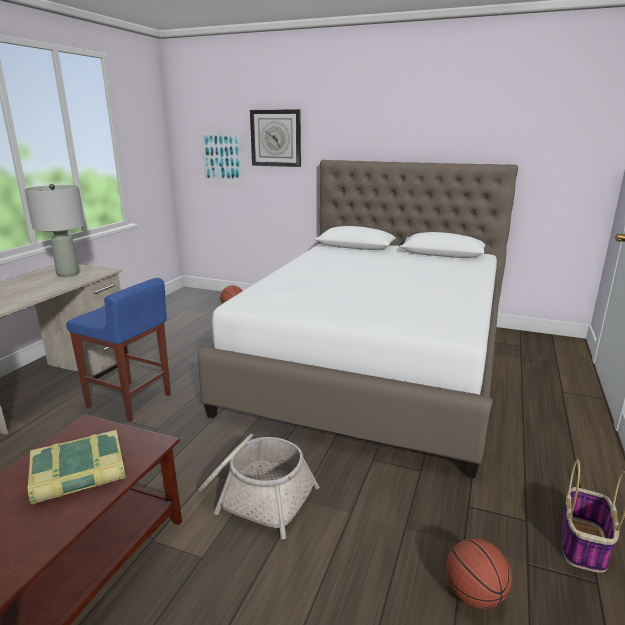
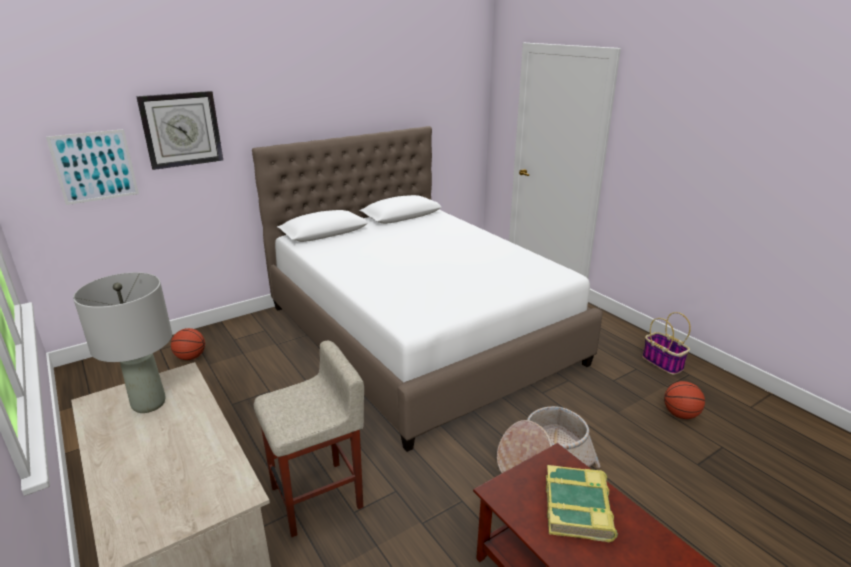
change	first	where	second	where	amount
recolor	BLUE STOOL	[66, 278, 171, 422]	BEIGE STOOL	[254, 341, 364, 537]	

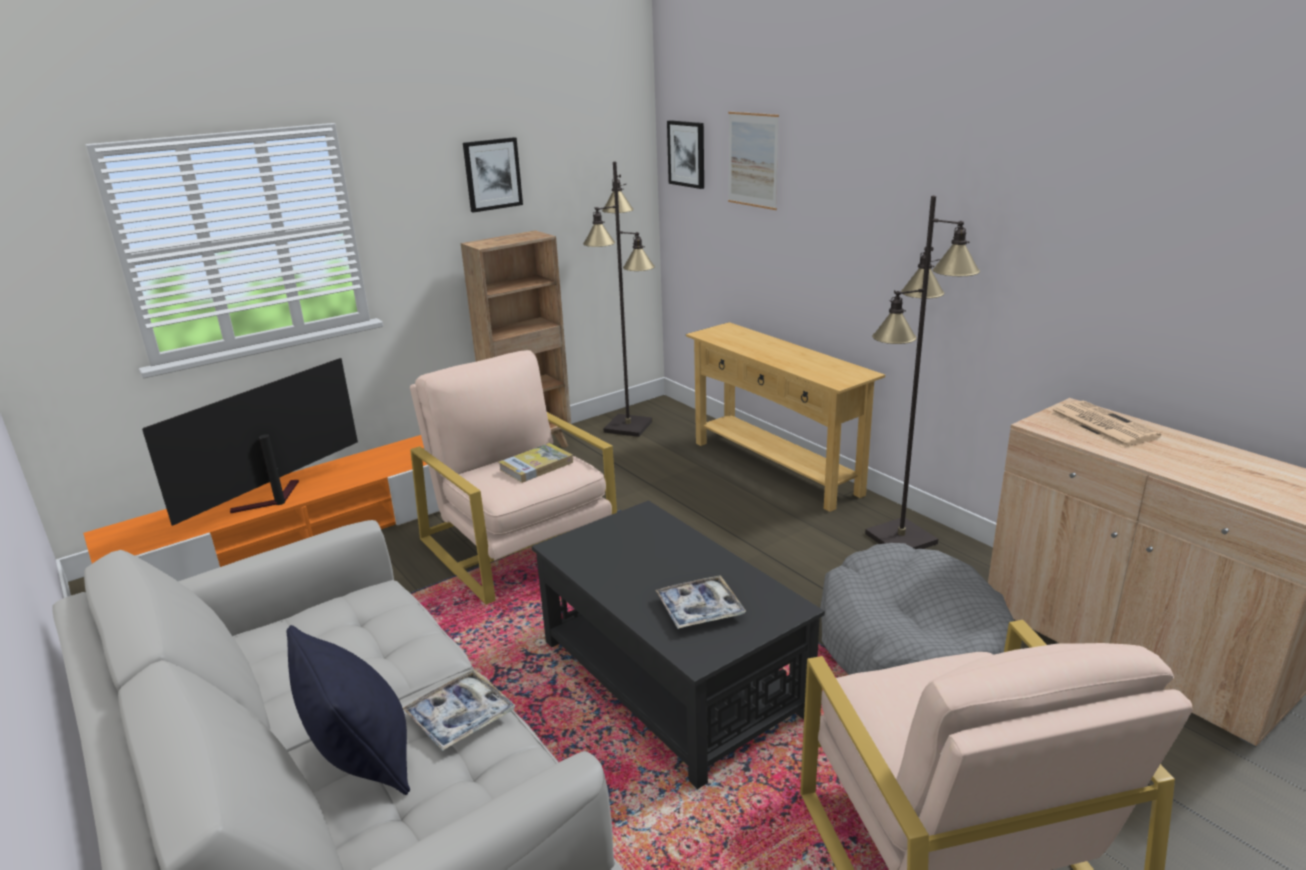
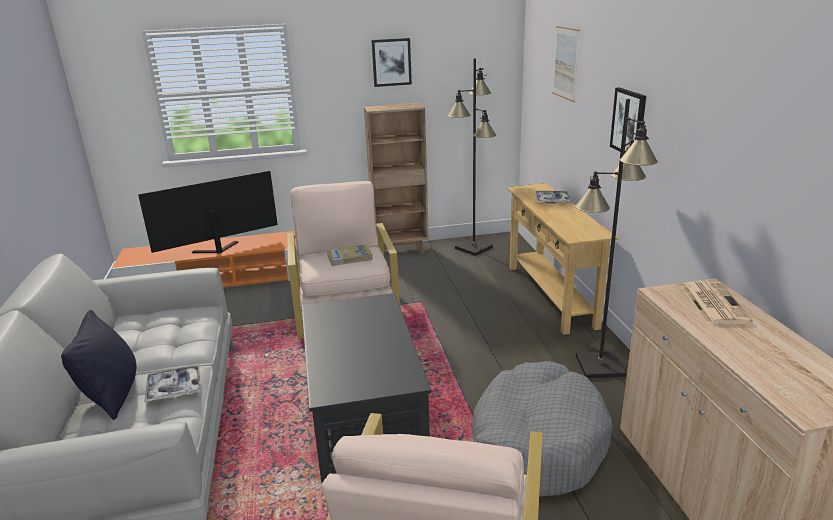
change	first	where	second	where	amount
move	TRAY	[655, 575, 746, 629]		[535, 191, 572, 204]	
move	PICTURE	[667, 120, 704, 189]		[610, 87, 646, 154]	

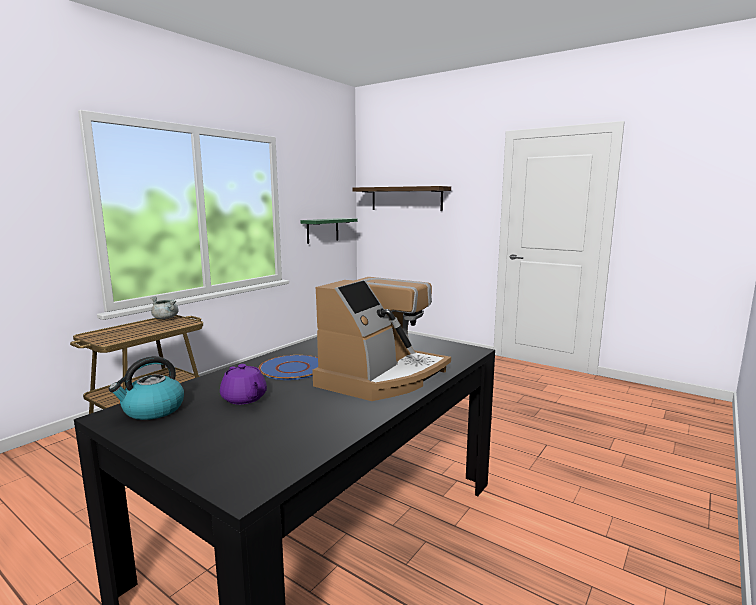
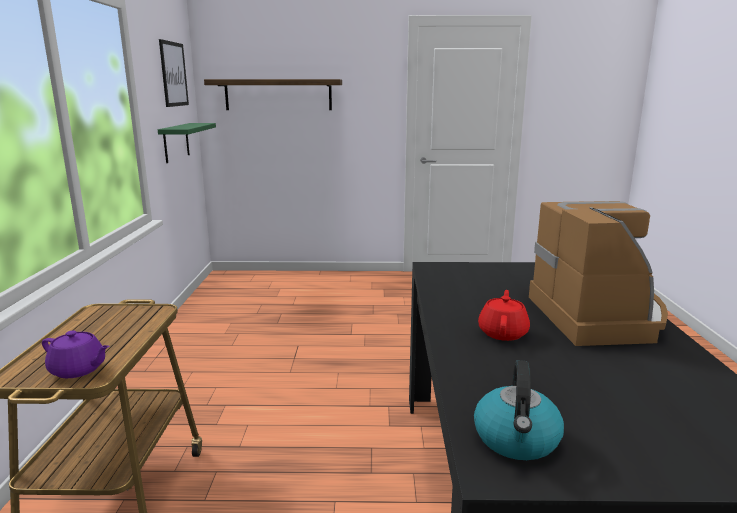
change	first	where	second	where	amount
delete	GREY COOKING POT	[150, 296, 178, 319]			
move	PURPLE TEAPOT	[220, 364, 267, 404]		[42, 331, 110, 378]	
replace	BLUE PLATE	[259, 355, 318, 380]	RED TEAPOT	[478, 290, 530, 341]	
insert			PICTURE	[159, 39, 189, 107]	

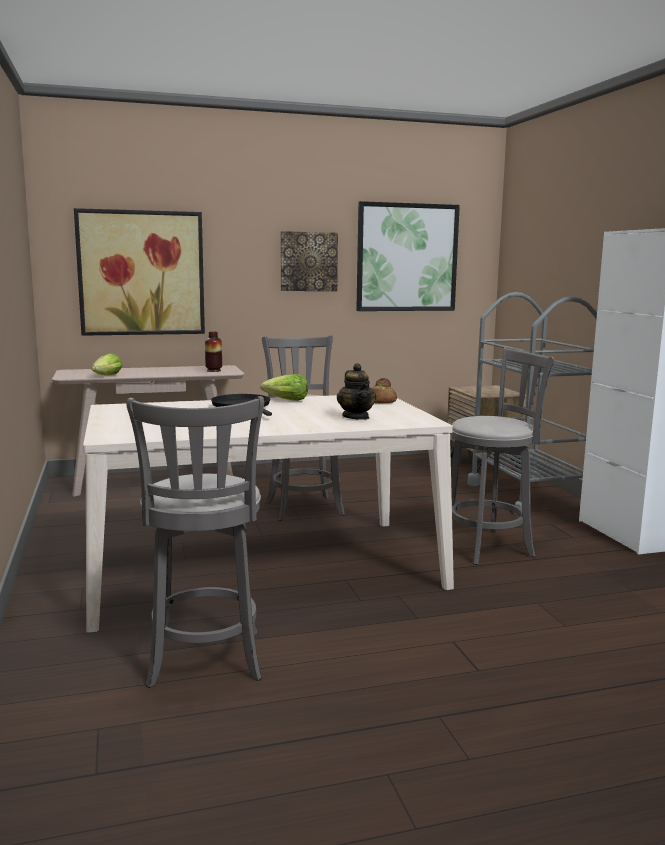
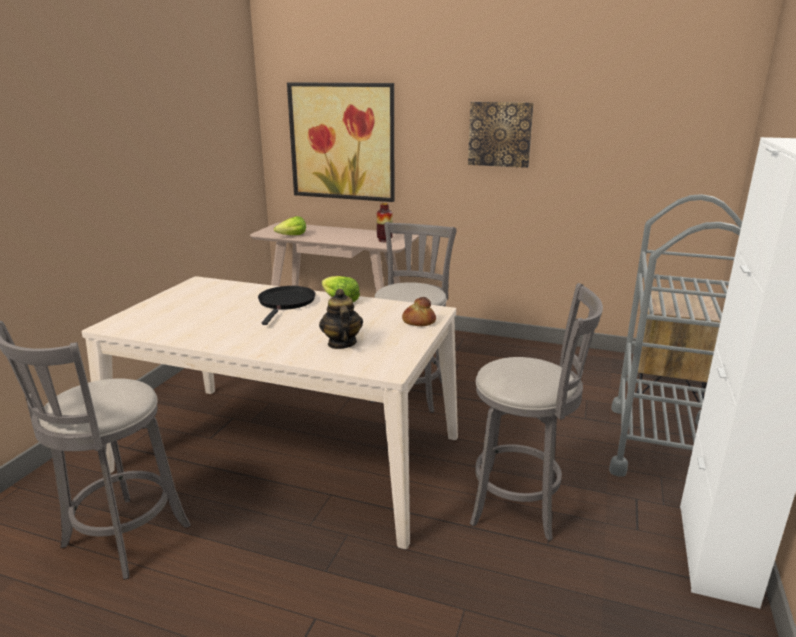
change	first	where	second	where	amount
rotate	TEAPOT	[337, 363, 376, 420]		[319, 289, 363, 349]	150 degrees clockwise
delete	PICTURE	[356, 201, 460, 311]			

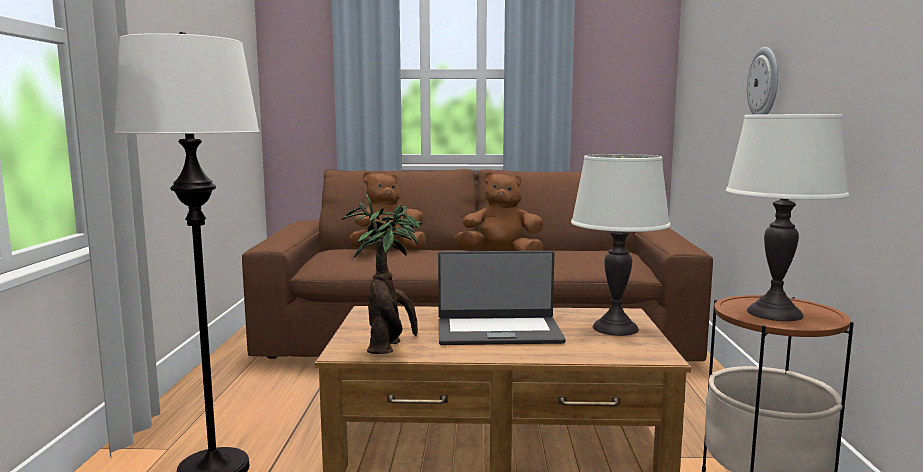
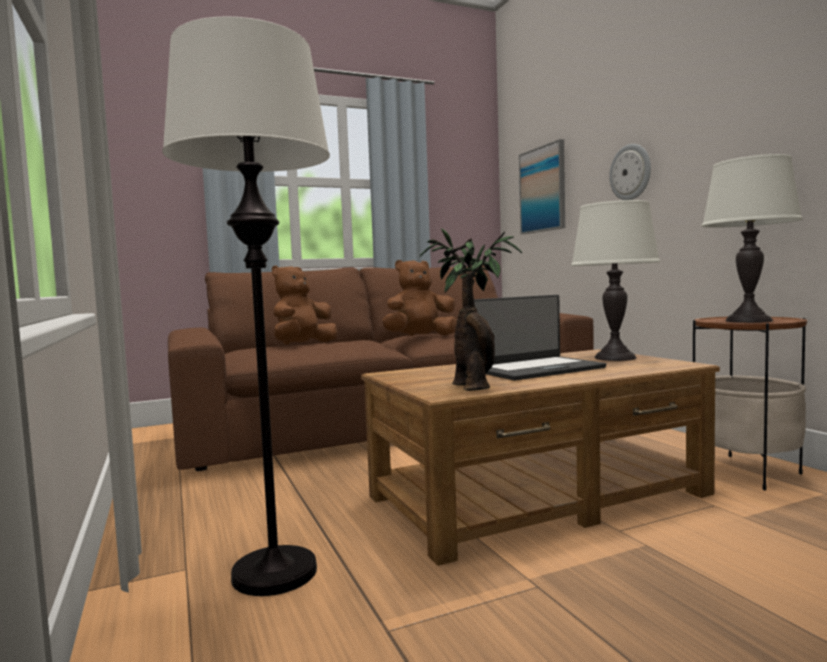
change	first	where	second	where	amount
insert			PICTURE	[519, 139, 565, 234]	

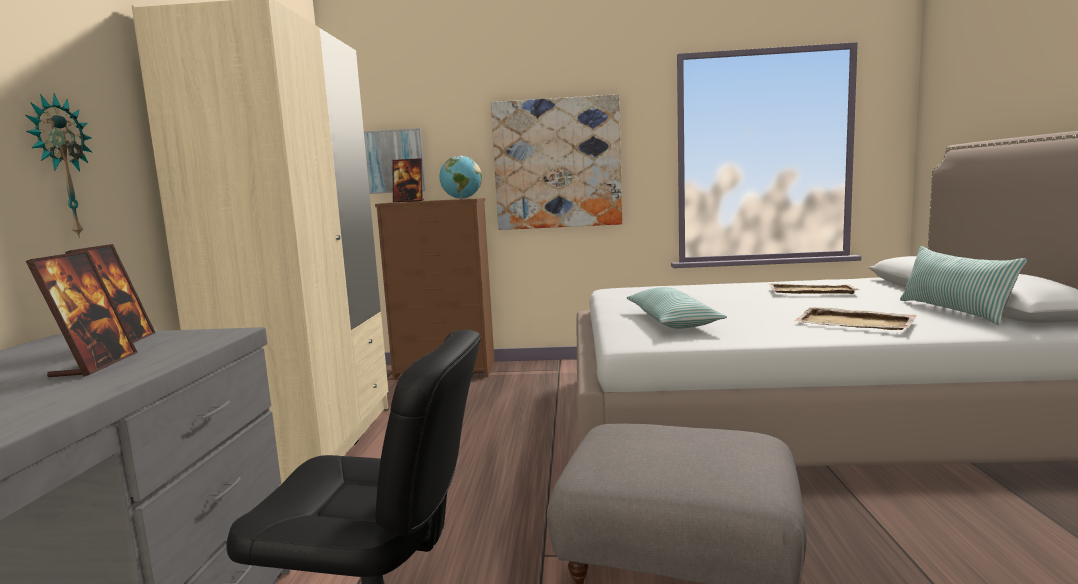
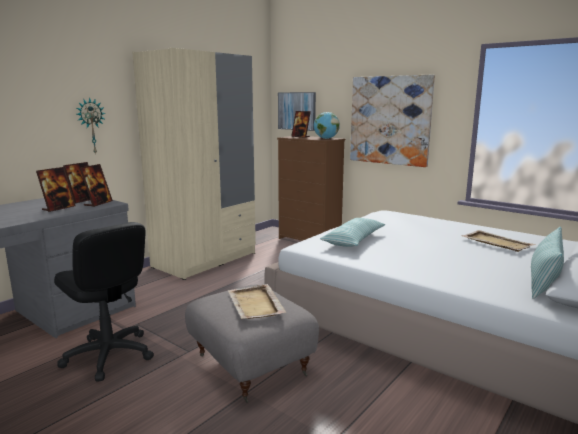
change	first	where	second	where	amount
move	BEIGE TRAY	[794, 307, 917, 330]		[228, 284, 286, 319]	
insert			PICTURE FRAME	[79, 164, 113, 207]	

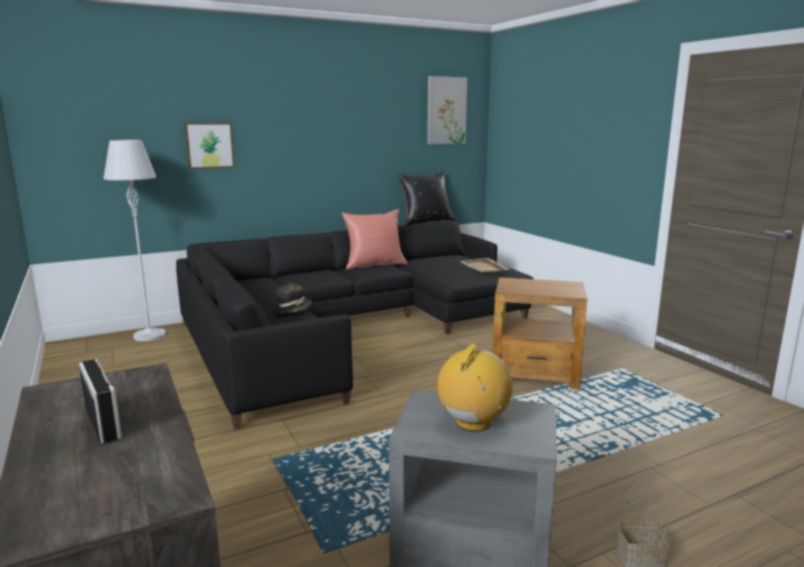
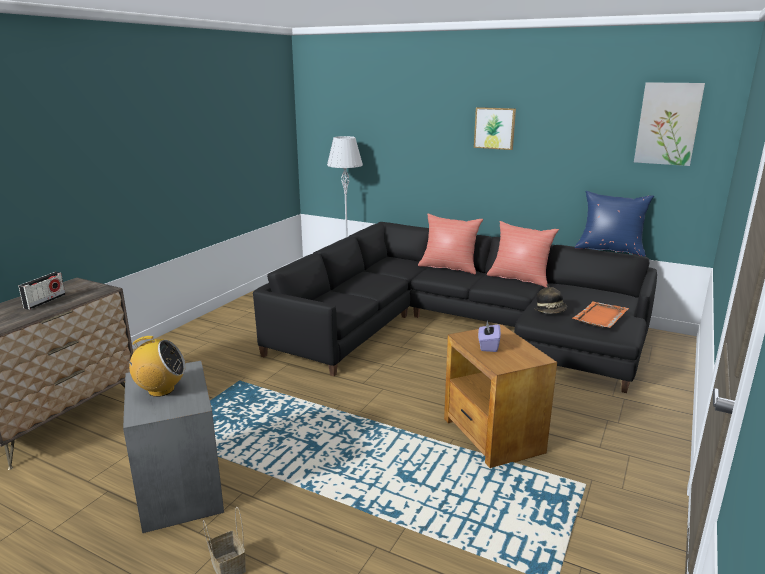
change	first	where	second	where	amount
move	PICTURE	[185, 123, 235, 169]		[474, 107, 516, 150]	
move	HAT	[276, 281, 312, 313]		[535, 284, 567, 314]	
recolor	BLACK PILLOW	[398, 171, 455, 226]	BLUE PILLOW	[575, 191, 654, 257]	
recolor	BEIGE TRAY	[460, 258, 509, 273]	ORANGE TRAY	[572, 301, 629, 328]	
insert			RED PILLOW	[418, 214, 483, 274]	
insert			PURPLE TISSUE BOX	[478, 321, 501, 352]	

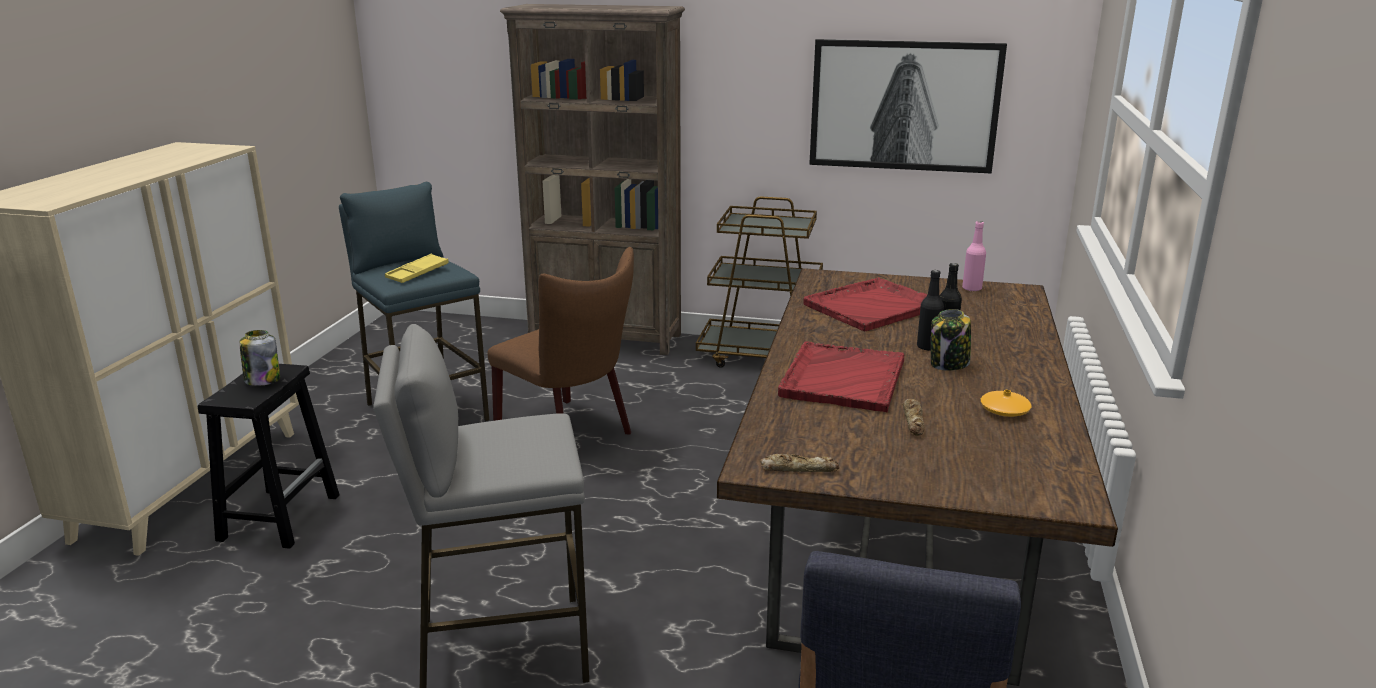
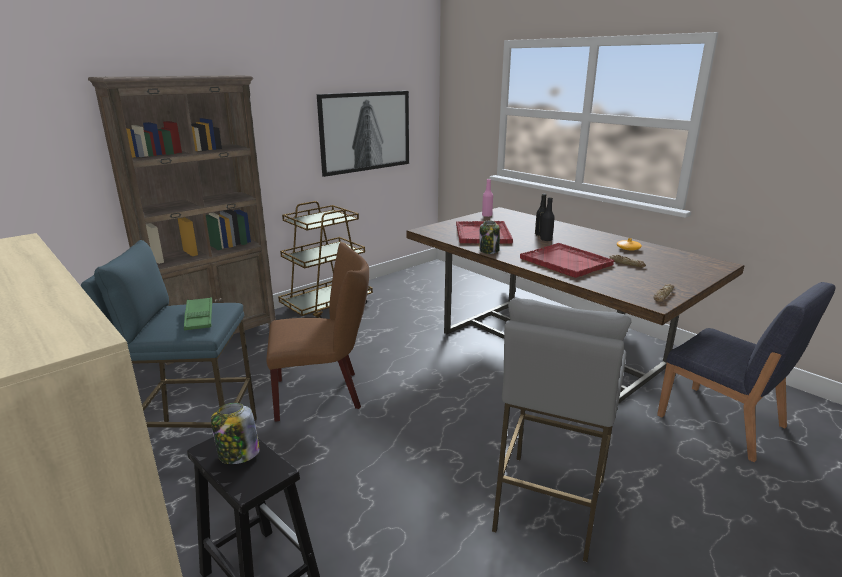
change	first	where	second	where	amount
recolor	YELLOW TRAY	[385, 254, 449, 283]	GREEN TRAY	[184, 297, 212, 330]	
move	JAR	[931, 309, 971, 371]		[480, 220, 500, 254]	

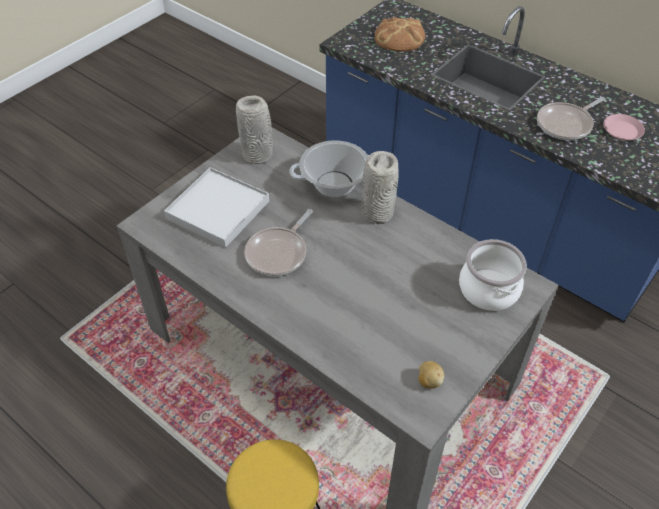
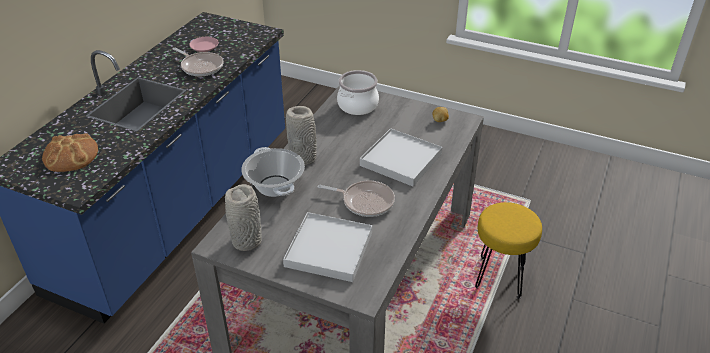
change	first	where	second	where	amount
insert			WHITE TRAY	[360, 128, 442, 186]	

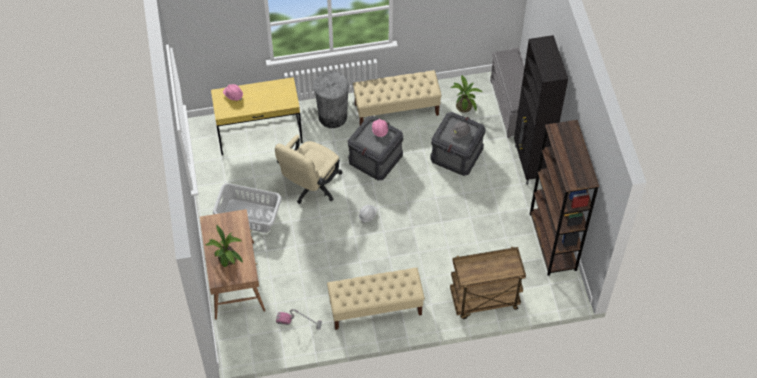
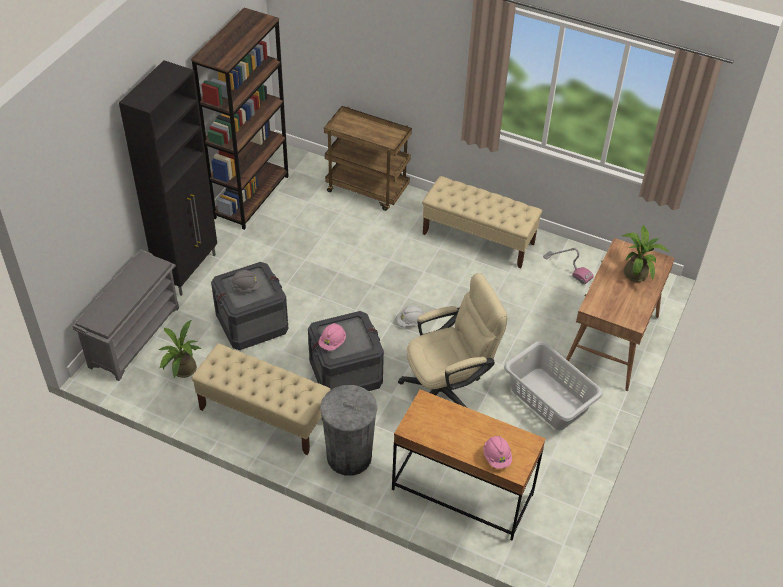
change	first	where	second	where	amount
recolor	YELLOW DESK	[211, 77, 303, 155]	BROWN DESK	[392, 389, 546, 540]	

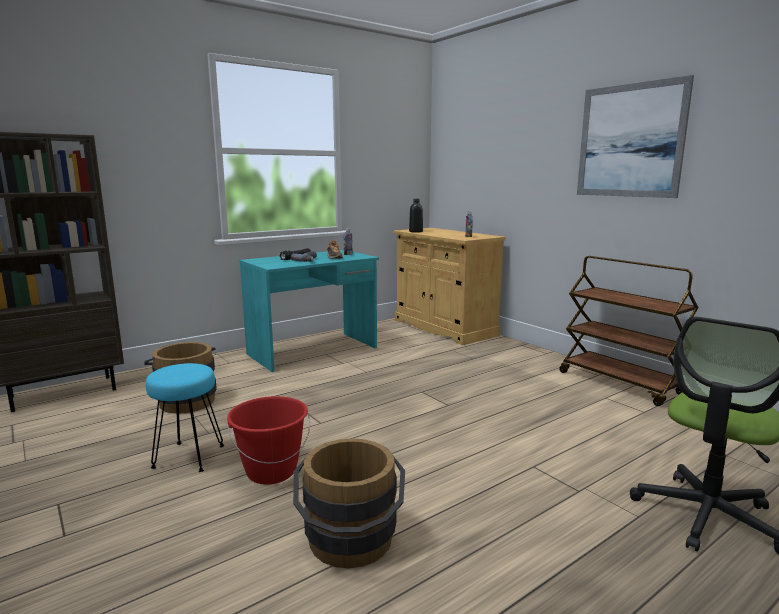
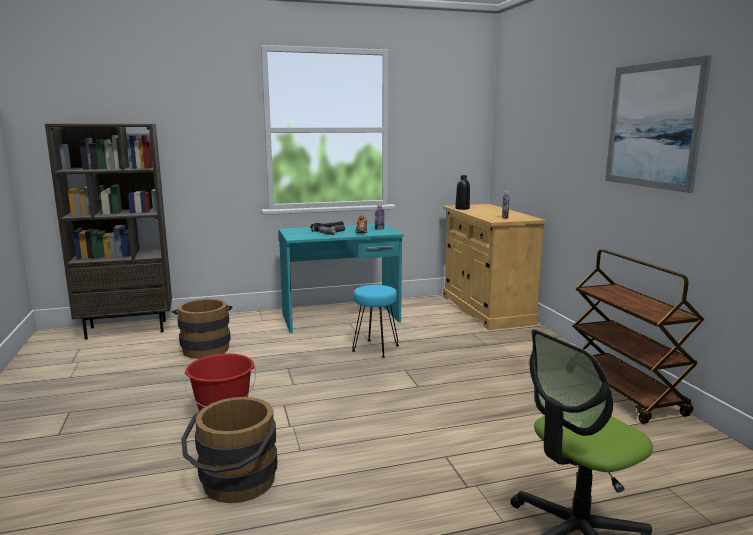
change	first	where	second	where	amount
move	TURQUOISE STOOL	[146, 363, 224, 472]		[352, 285, 399, 358]	

